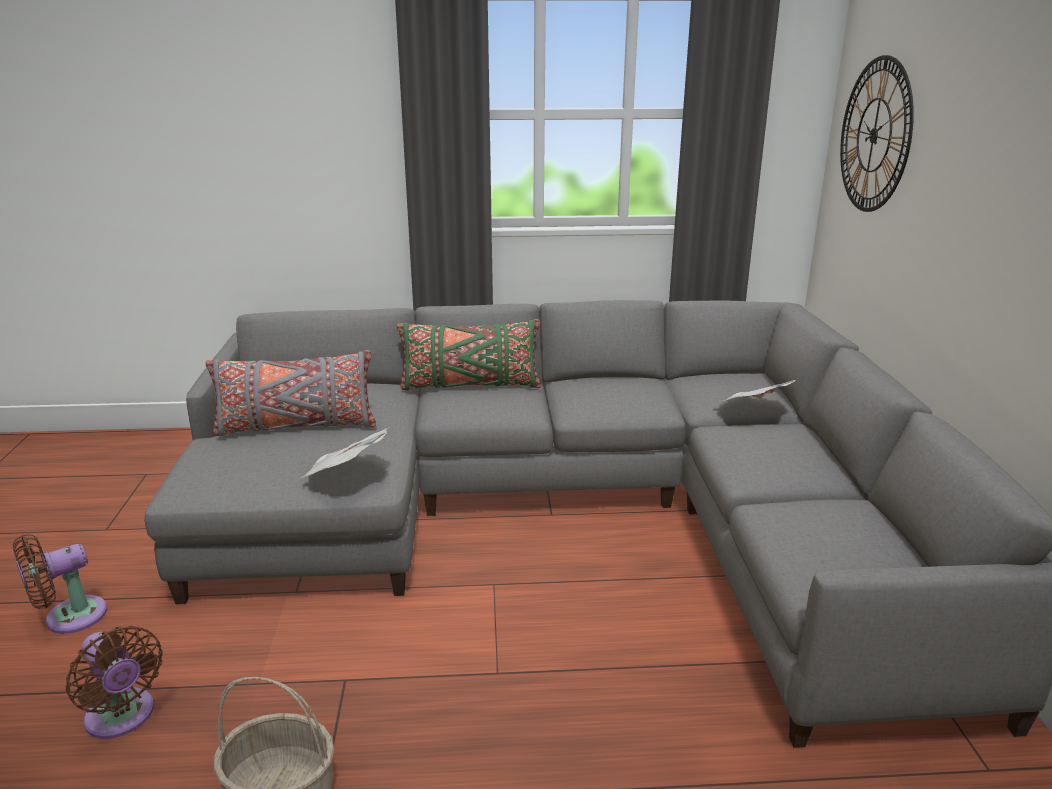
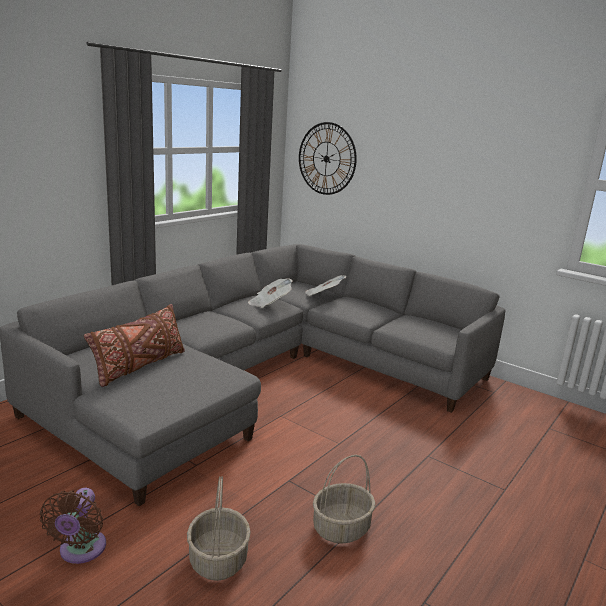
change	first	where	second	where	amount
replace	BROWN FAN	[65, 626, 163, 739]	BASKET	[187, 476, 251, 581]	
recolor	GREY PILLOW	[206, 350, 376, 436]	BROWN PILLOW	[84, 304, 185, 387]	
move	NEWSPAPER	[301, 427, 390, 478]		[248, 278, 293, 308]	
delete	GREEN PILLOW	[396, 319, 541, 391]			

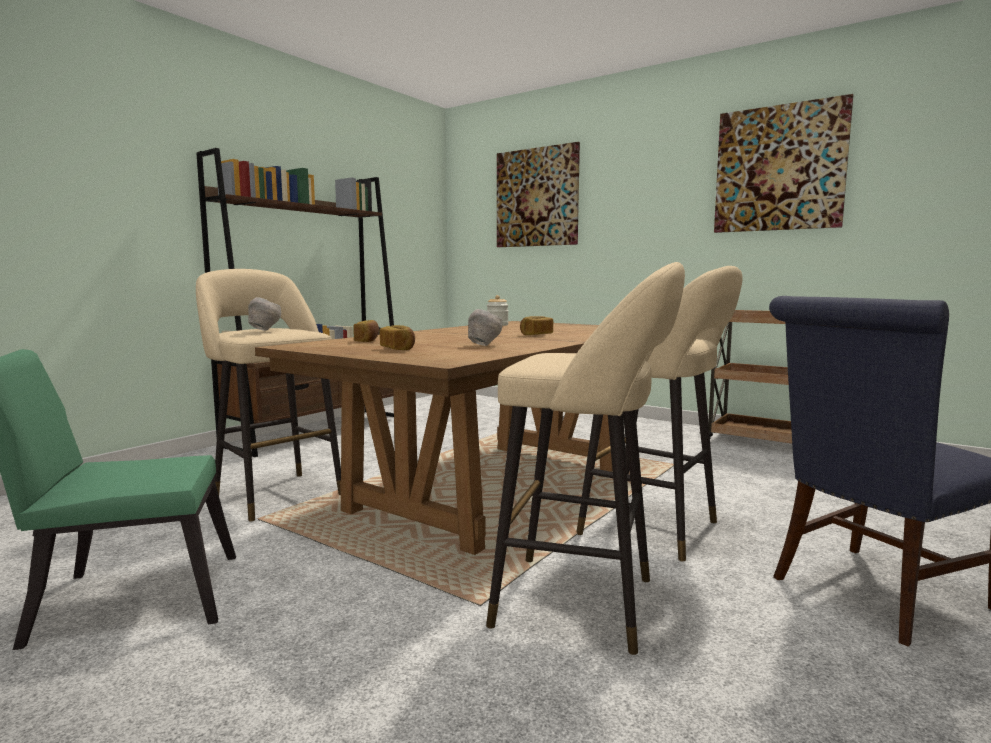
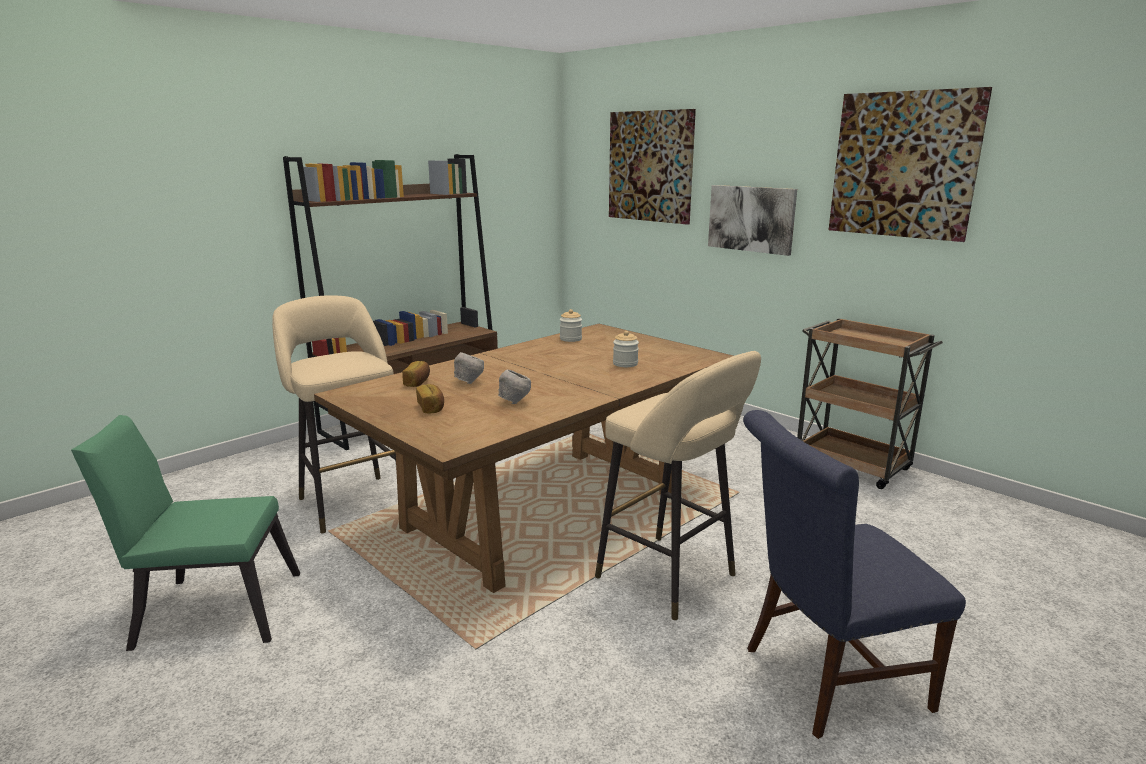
change	first	where	second	where	amount
move	GREY BOWL	[248, 297, 281, 331]		[454, 352, 484, 384]	
delete	BEIGE STOOL	[486, 262, 685, 655]			
delete	BREAD	[520, 316, 553, 335]			
insert			JAR	[613, 331, 639, 367]	
insert			PICTURE	[708, 185, 797, 256]	

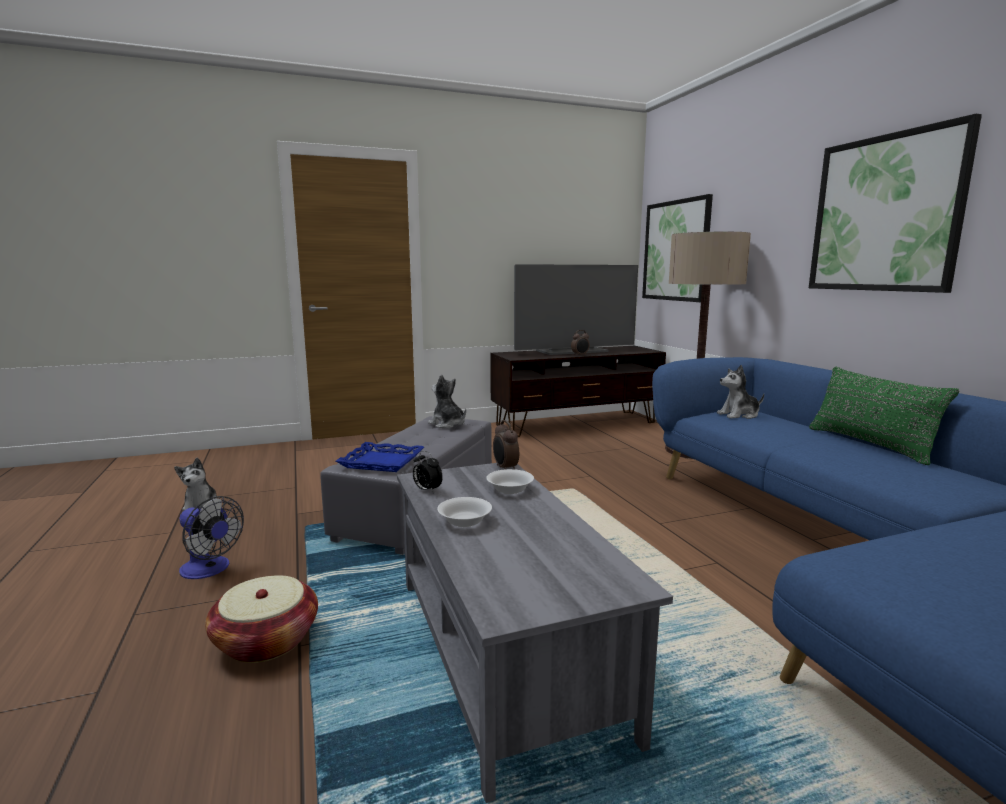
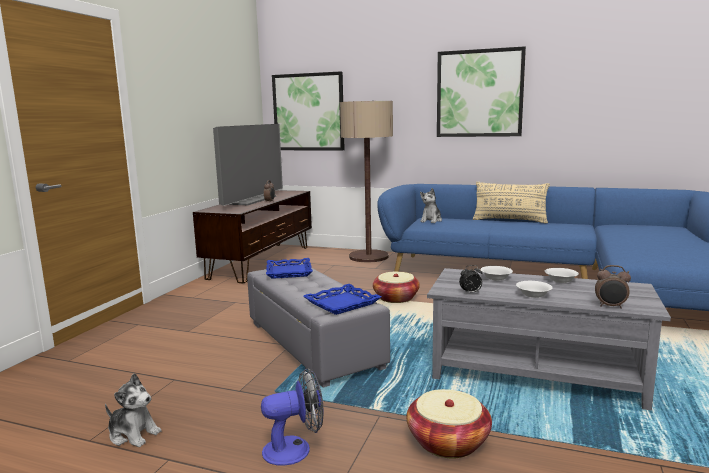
change	first	where	second	where	amount
replace	PLUSH TOY	[428, 374, 466, 428]	BLUE TRAY	[266, 258, 313, 279]	
move	ALARM CLOCK	[493, 420, 519, 469]		[595, 265, 631, 309]	
recolor	GREEN PILLOW	[809, 366, 959, 465]	BEIGE PILLOW	[473, 181, 550, 223]	
insert			BASKET	[373, 272, 420, 303]	
insert			WHITE BOWL	[545, 268, 579, 283]	

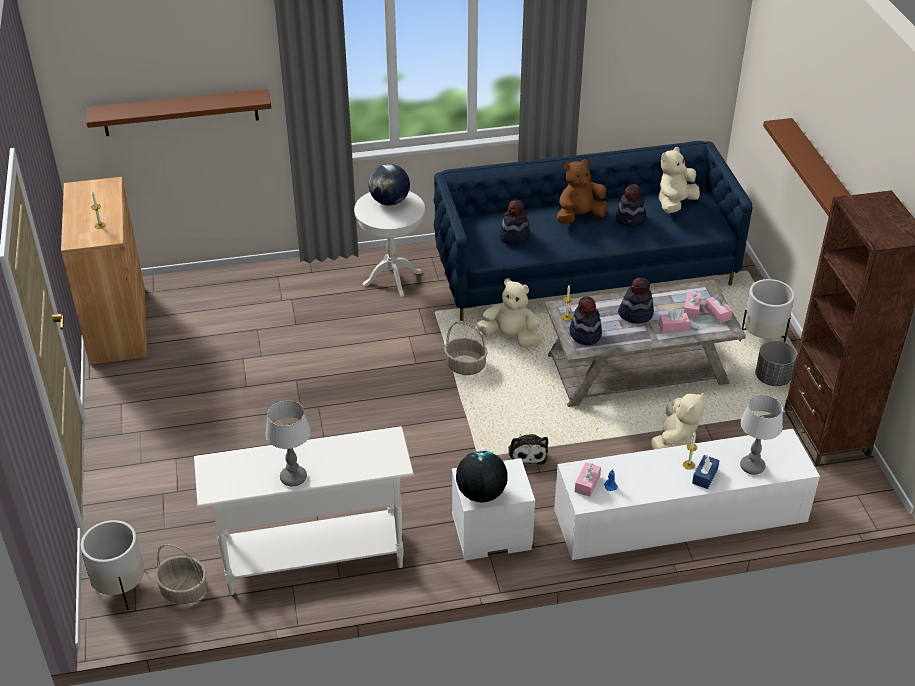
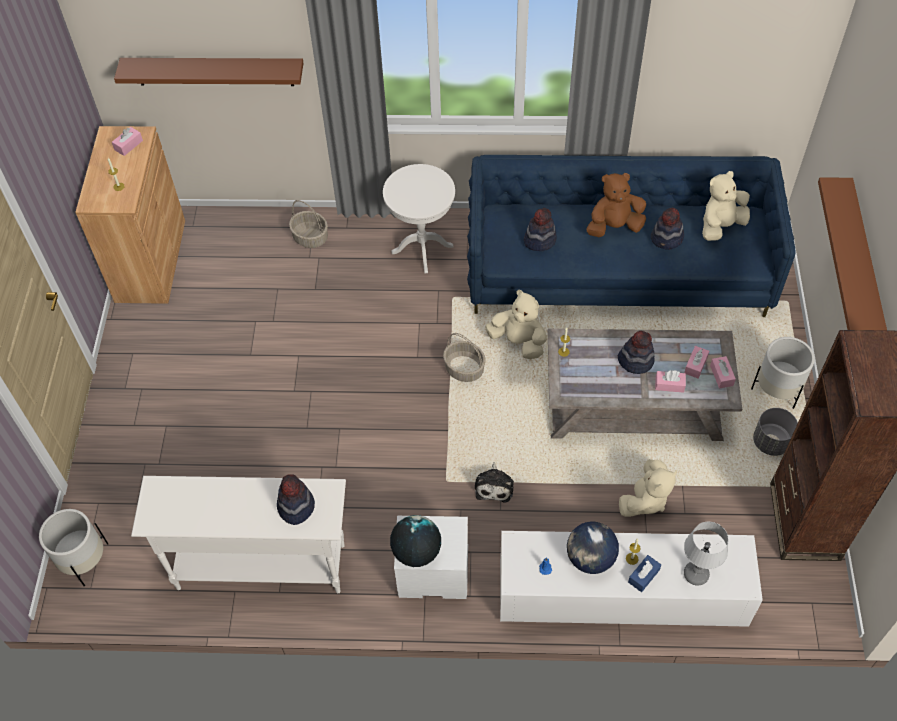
change	first	where	second	where	amount
move	BASKET	[155, 544, 207, 604]		[289, 200, 328, 248]	
delete	TABLE LAMP	[265, 400, 311, 486]			
move	GLOBE	[368, 164, 410, 206]		[567, 522, 619, 574]	
move	HAT	[569, 296, 602, 345]		[277, 474, 315, 525]	
move	PINK TISSUE BOX	[575, 462, 601, 497]		[112, 127, 143, 156]	

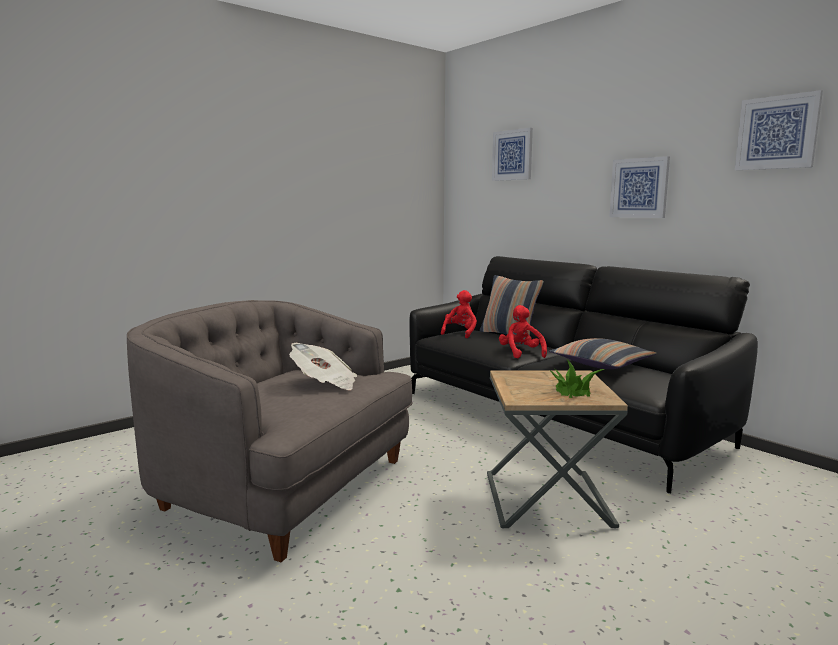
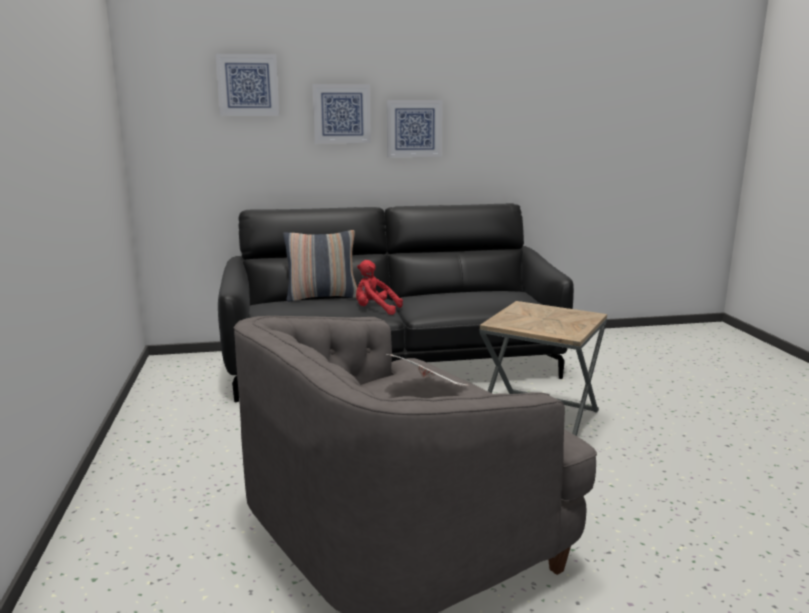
change	first	where	second	where	amount
delete	RED PLUSH TOY	[441, 290, 477, 338]			
delete	PILLOW	[549, 338, 657, 369]			
delete	POTTED PLANT	[549, 359, 604, 398]			
move	PICTURE	[735, 90, 823, 170]		[312, 84, 371, 143]	

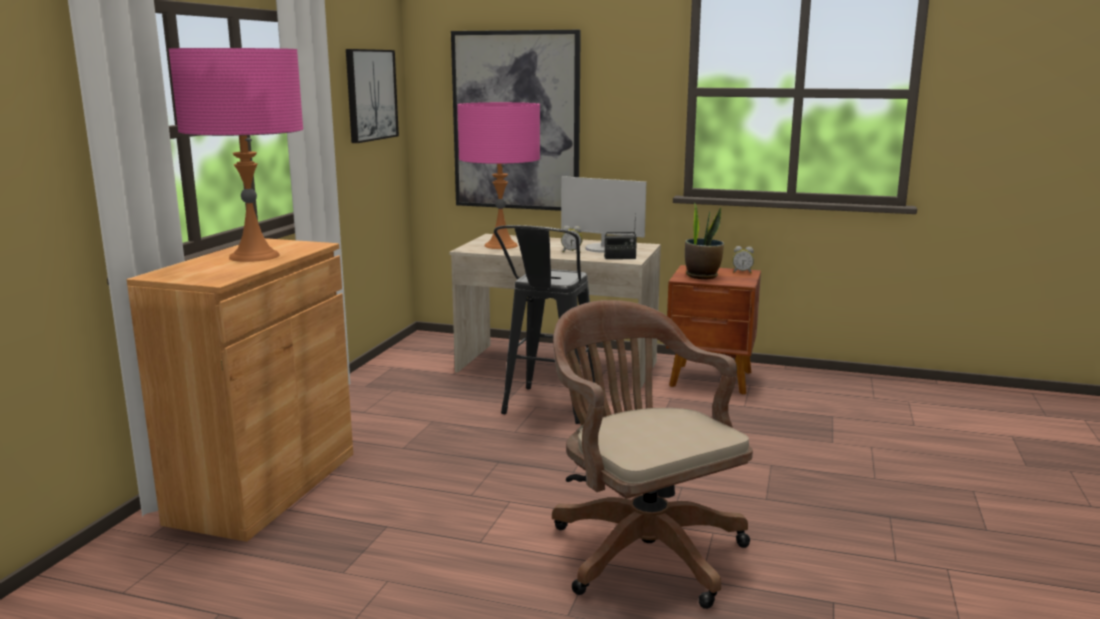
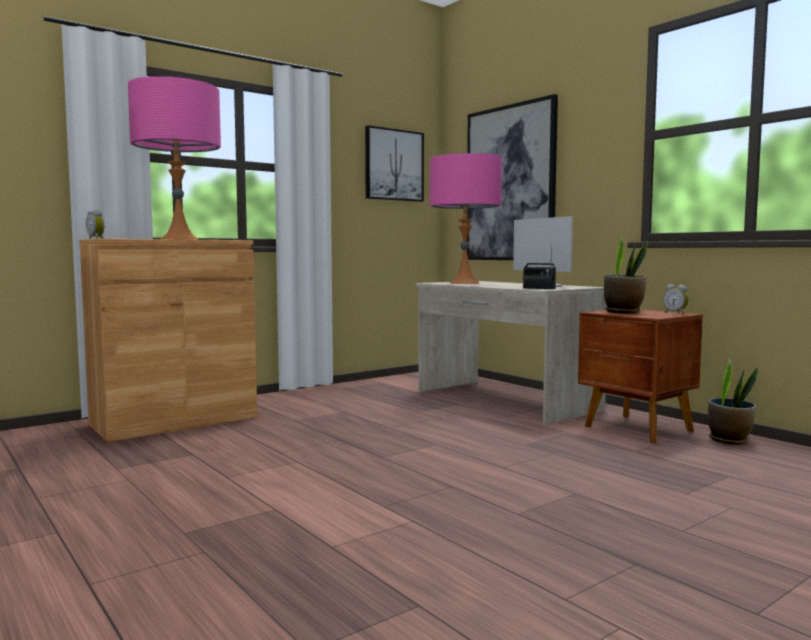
change	first	where	second	where	amount
delete	BLACK STOOL	[494, 225, 595, 424]			
delete	BROWN OFFICE CHAIR	[552, 300, 753, 609]			
move	ALARM CLOCK	[561, 226, 583, 252]		[86, 210, 104, 239]	
insert			POTTED PLANT	[708, 359, 758, 445]	

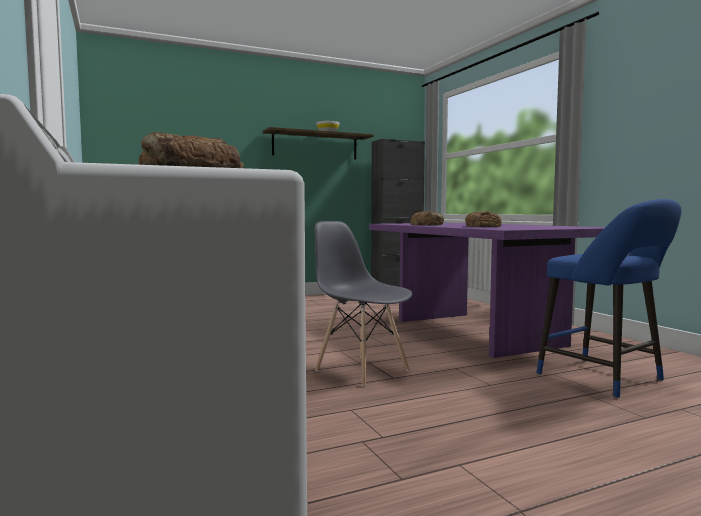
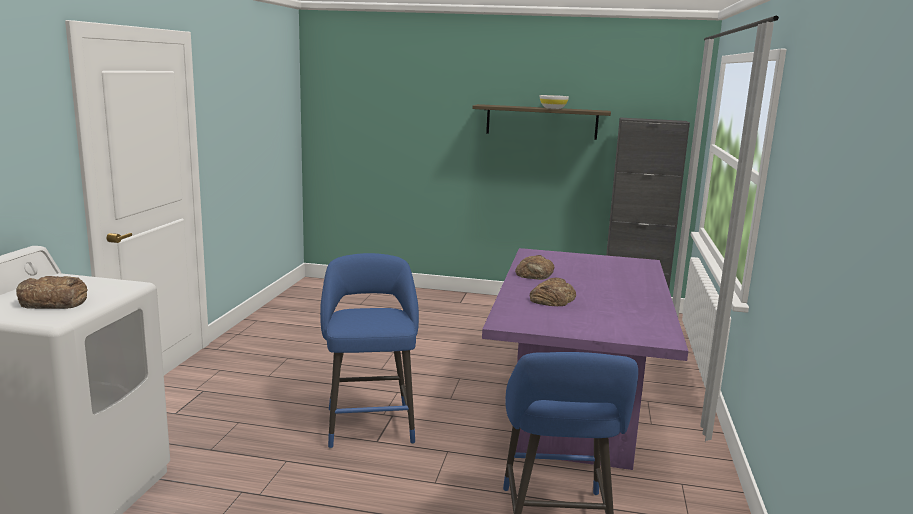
change	first	where	second	where	amount
replace	GREY CHAIR	[315, 221, 412, 387]	BLUE STOOL	[320, 253, 419, 449]	

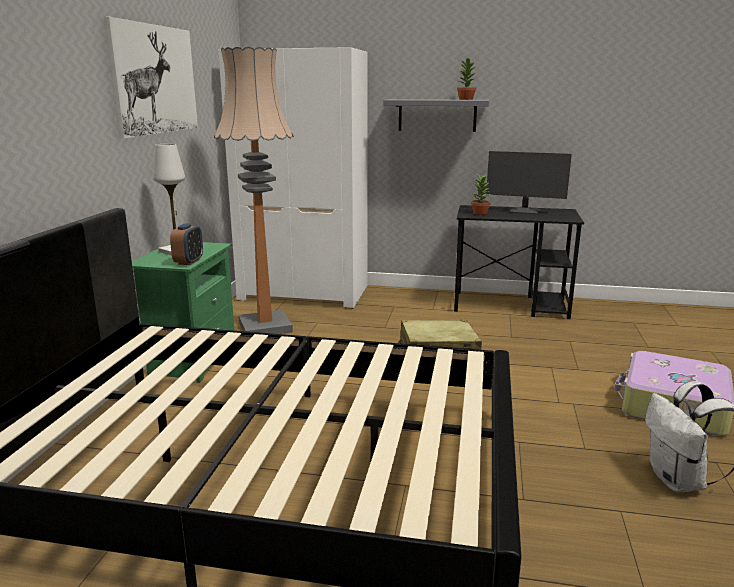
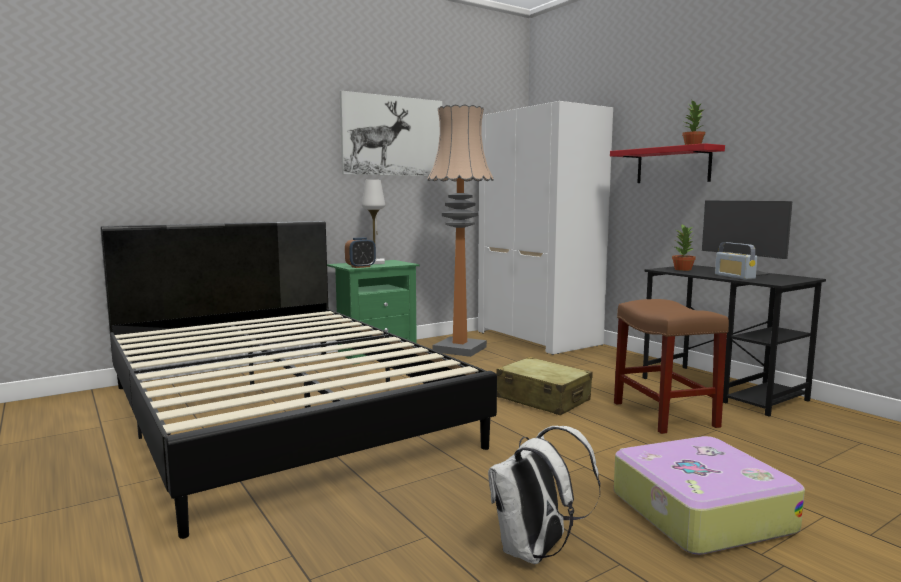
change	first	where	second	where	amount
recolor	GREY SHELF	[383, 99, 489, 132]	RED SHELF	[610, 143, 725, 183]	
insert			BROWN STOOL	[614, 299, 729, 434]	
insert			RADIO	[715, 242, 757, 279]	

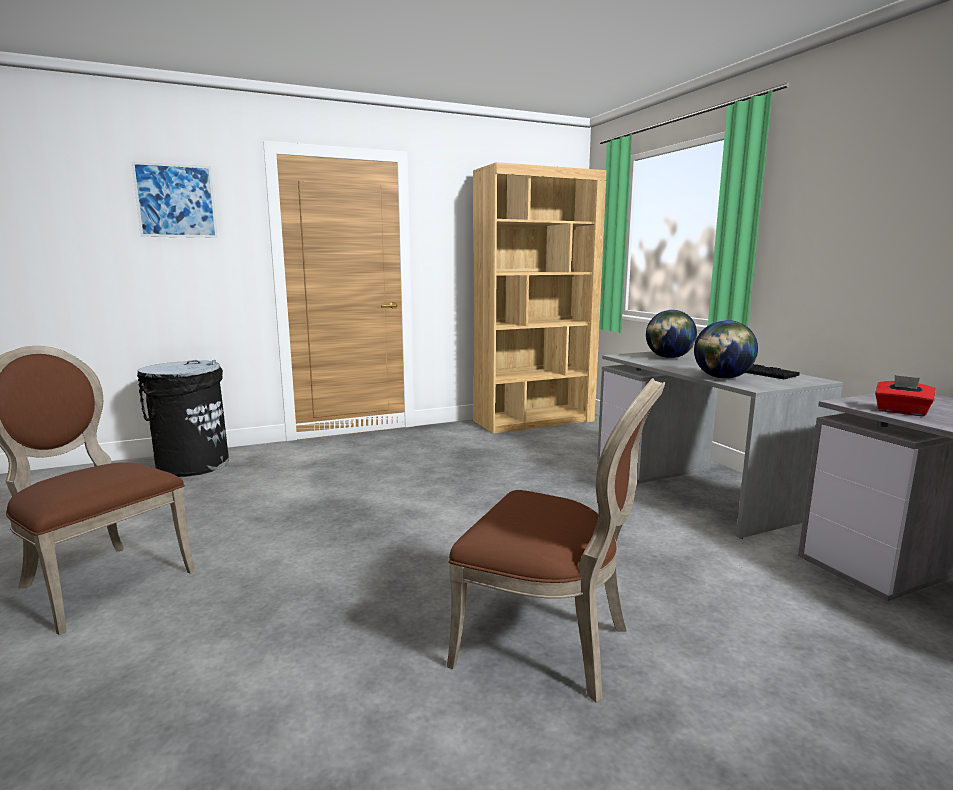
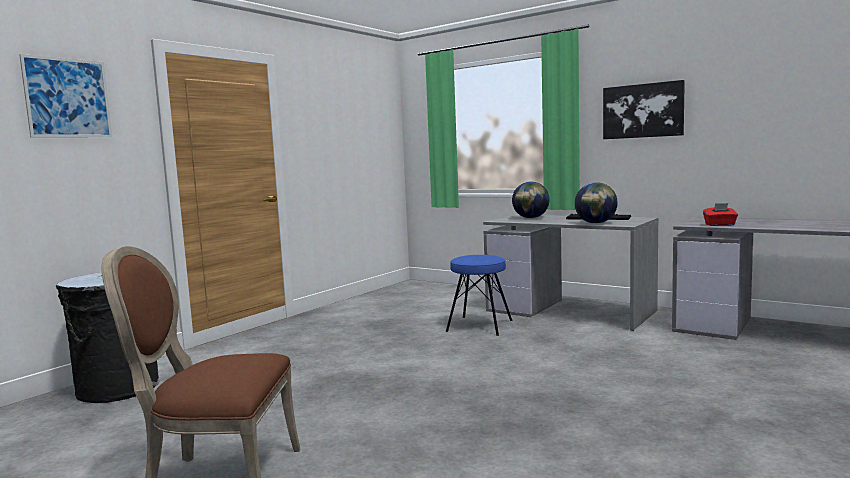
change	first	where	second	where	amount
delete	BROWN CHAIR	[447, 378, 666, 703]			
delete	BROWN BOOKCASE	[473, 162, 607, 434]			
insert			BLUE STOOL	[446, 255, 513, 336]	
insert			PICTURE	[603, 80, 685, 139]	

